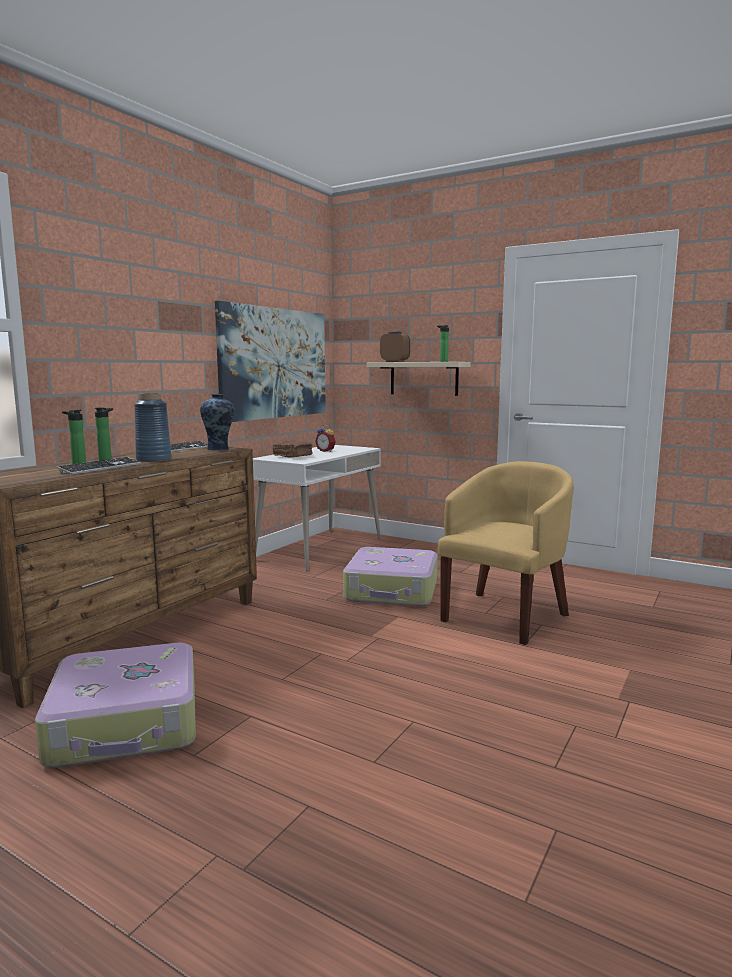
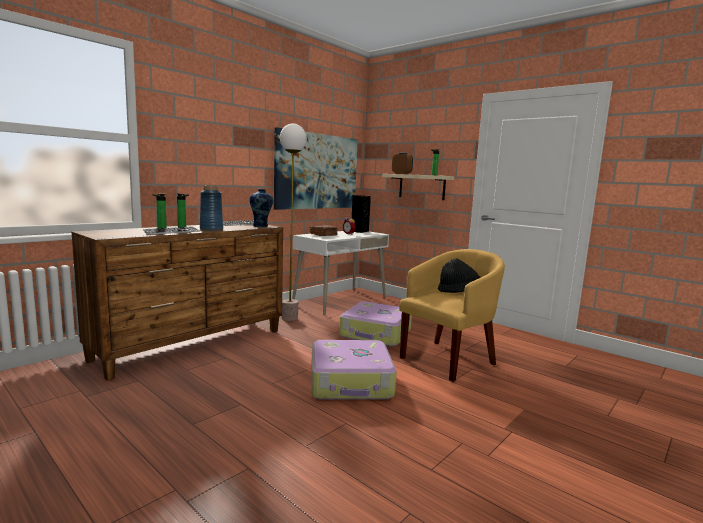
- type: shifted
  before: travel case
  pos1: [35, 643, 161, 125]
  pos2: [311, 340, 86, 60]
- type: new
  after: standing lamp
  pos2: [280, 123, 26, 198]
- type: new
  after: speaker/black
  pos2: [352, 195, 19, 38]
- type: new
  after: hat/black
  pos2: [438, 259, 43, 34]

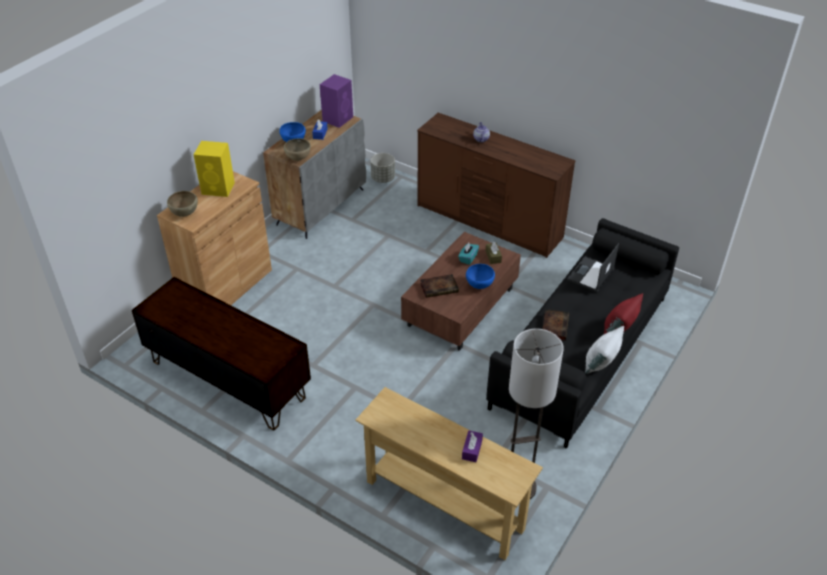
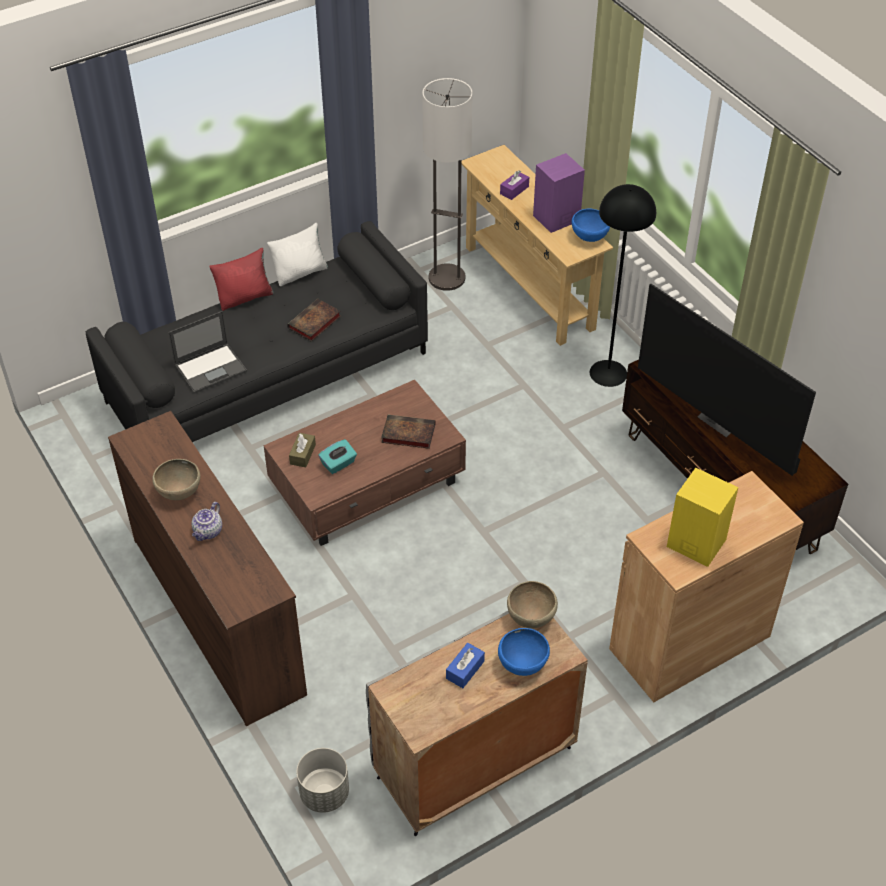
- type: shifted
  before: speaker/purple
  pos1: [320, 74, 33, 54]
  pos2: [533, 153, 52, 80]
- type: shifted
  before: deep dish/brown-coloured
  pos1: [167, 191, 31, 26]
  pos2: [152, 459, 48, 41]
- type: shifted
  before: deep dish/blue-coloured
  pos1: [466, 264, 29, 25]
  pos2: [572, 208, 38, 34]
- type: new
  after: standing lamp/black
  pos2: [590, 184, 66, 203]
- type: new
  after: television
  pos2: [638, 283, 178, 193]

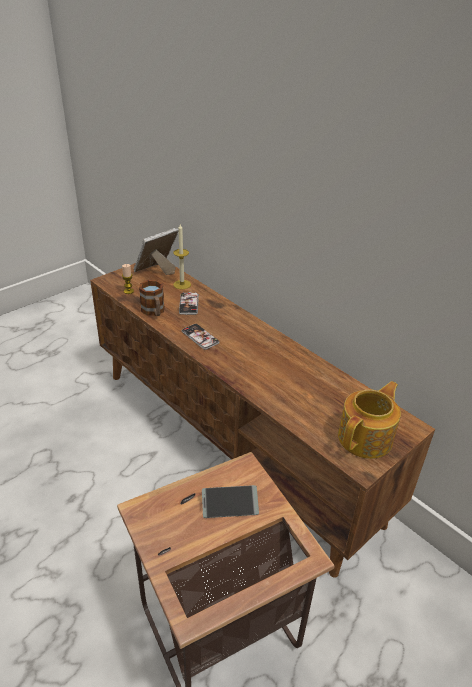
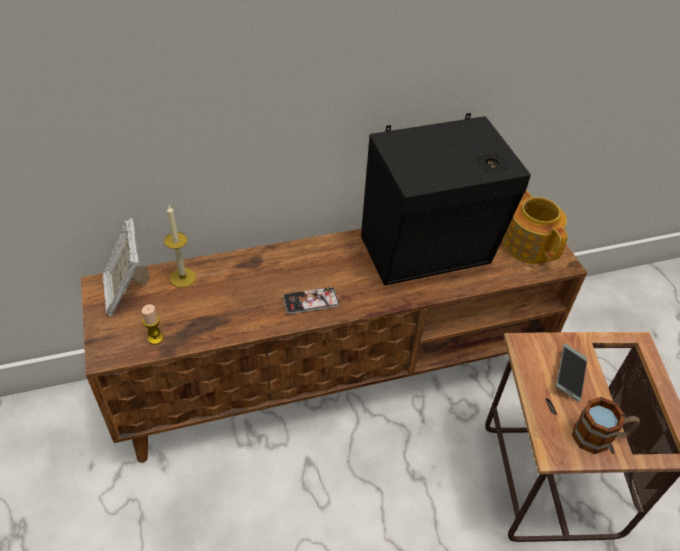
- type: shifted
  before: mug
  pos1: [139, 280, 26, 36]
  pos2: [572, 397, 68, 57]
- type: gone
  before: handset
  pos1: [179, 292, 20, 23]
- type: new
  after: speaker/black
  pos2: [361, 113, 170, 173]

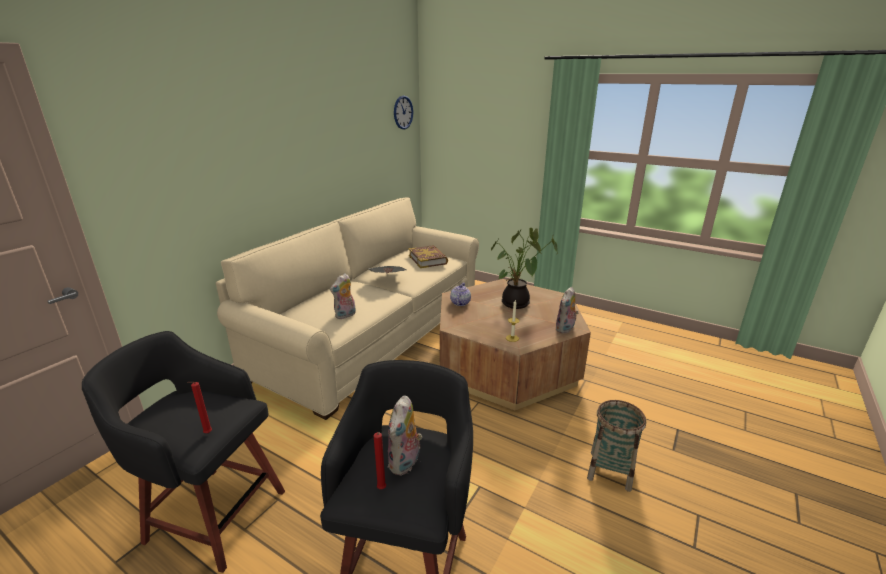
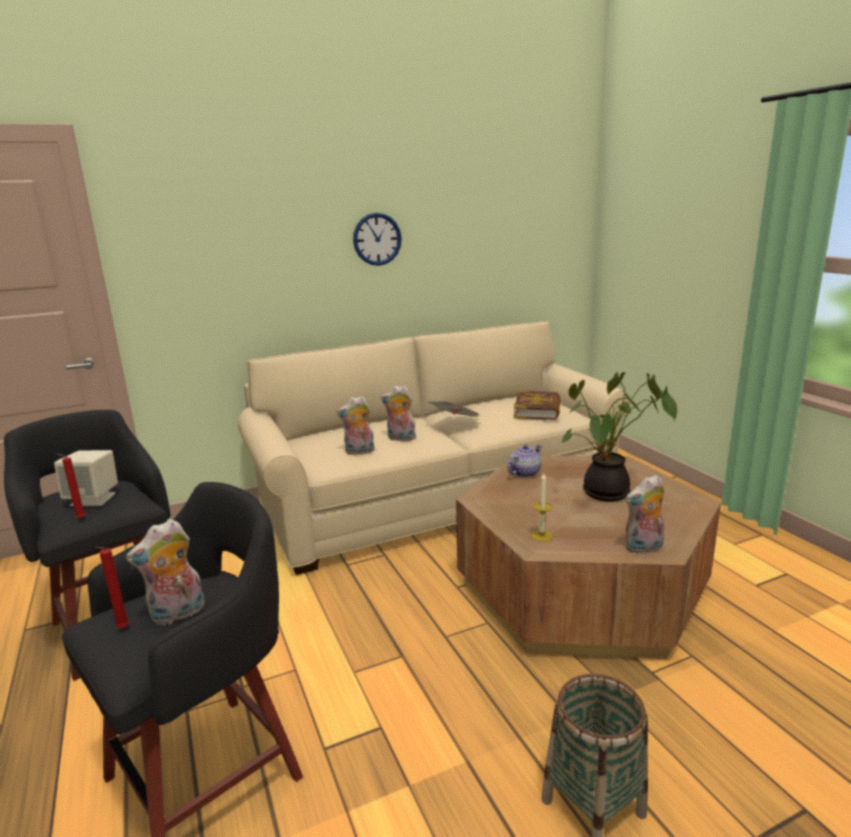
- type: shifted
  before: hanging clock
  pos1: [394, 95, 19, 34]
  pos2: [353, 213, 49, 53]
- type: new
  after: plush toy
  pos2: [381, 385, 35, 56]
- type: new
  after: speaker/beige
  pos2: [54, 450, 64, 57]

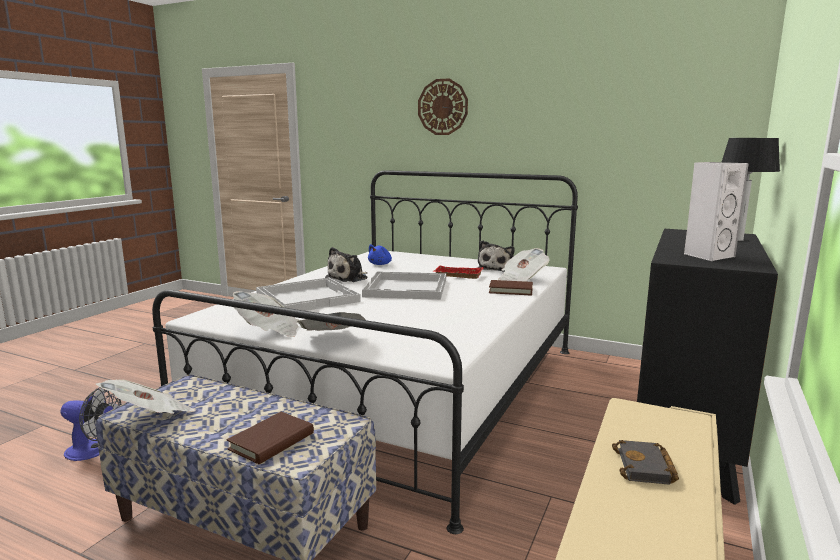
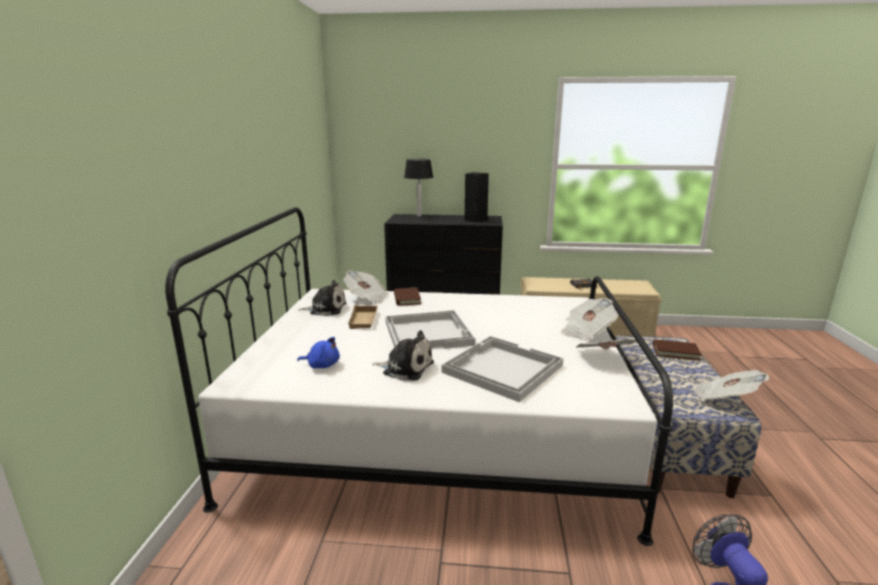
- type: gone
  before: hanging clock
  pos1: [418, 78, 50, 57]
- type: repainted
  before: speaker/white-coloured
  after: speaker/black
  pos1: [684, 162, 65, 99]
  pos2: [464, 172, 25, 50]
- type: repainted
  before: serving tray/red-coloured
  after: serving tray/beige
  pos1: [433, 266, 51, 13]
  pos2: [348, 305, 30, 24]

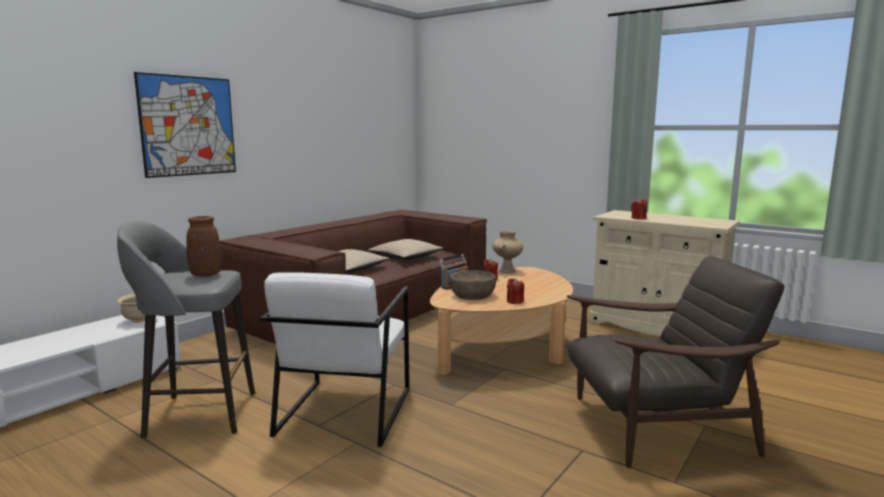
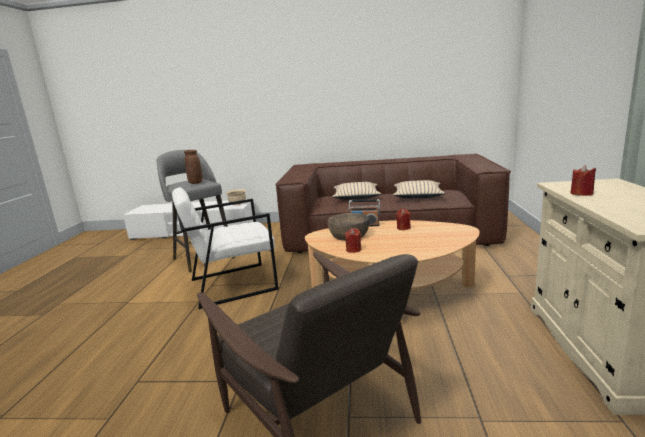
- type: gone
  before: wall picture
  pos1: [134, 72, 102, 106]
- type: gone
  before: vase/beige
  pos1: [492, 231, 31, 42]

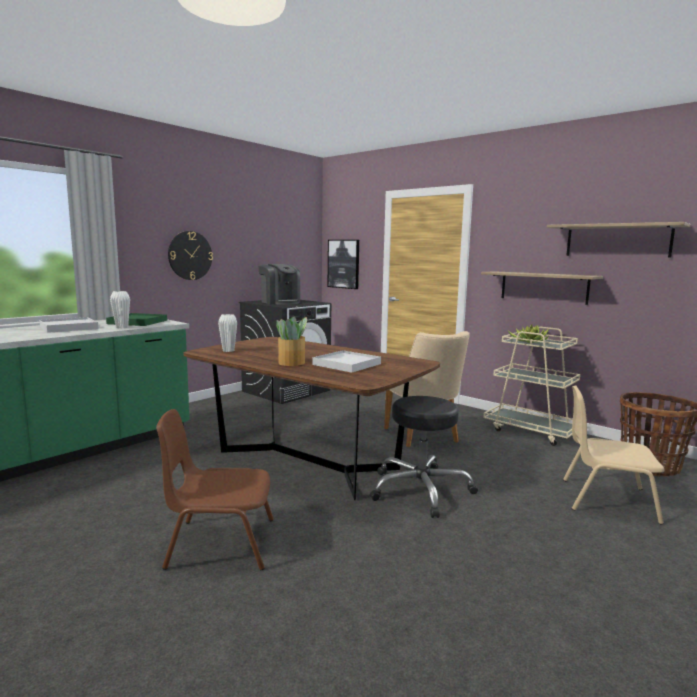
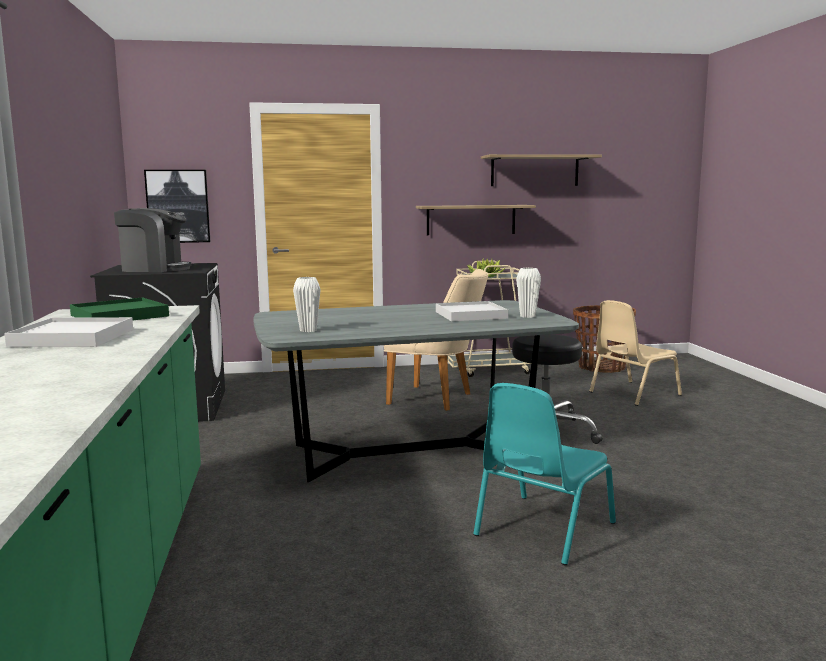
- type: gone
  before: hanging clock
  pos1: [168, 231, 45, 49]
- type: shifted
  before: vase/white-coloured
  pos1: [110, 291, 20, 38]
  pos2: [516, 268, 25, 50]
- type: gone
  before: houseplant
  pos1: [276, 316, 31, 50]
- type: repainted
  before: kitchen table/brown-coloured
  after: kitchen table/greyish
  pos1: [184, 337, 256, 163]
  pos2: [253, 300, 326, 182]
- type: repainted
  before: plain chair/brown-coloured
  after: plain chair/turquoise
  pos1: [156, 409, 118, 161]
  pos2: [473, 383, 143, 182]

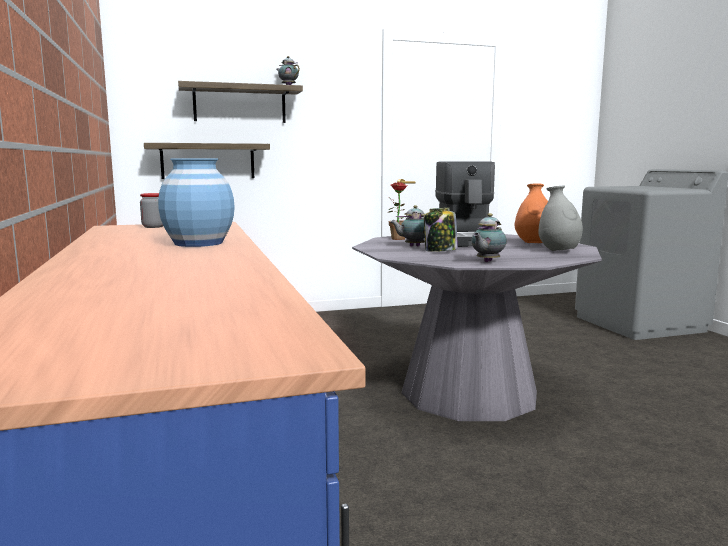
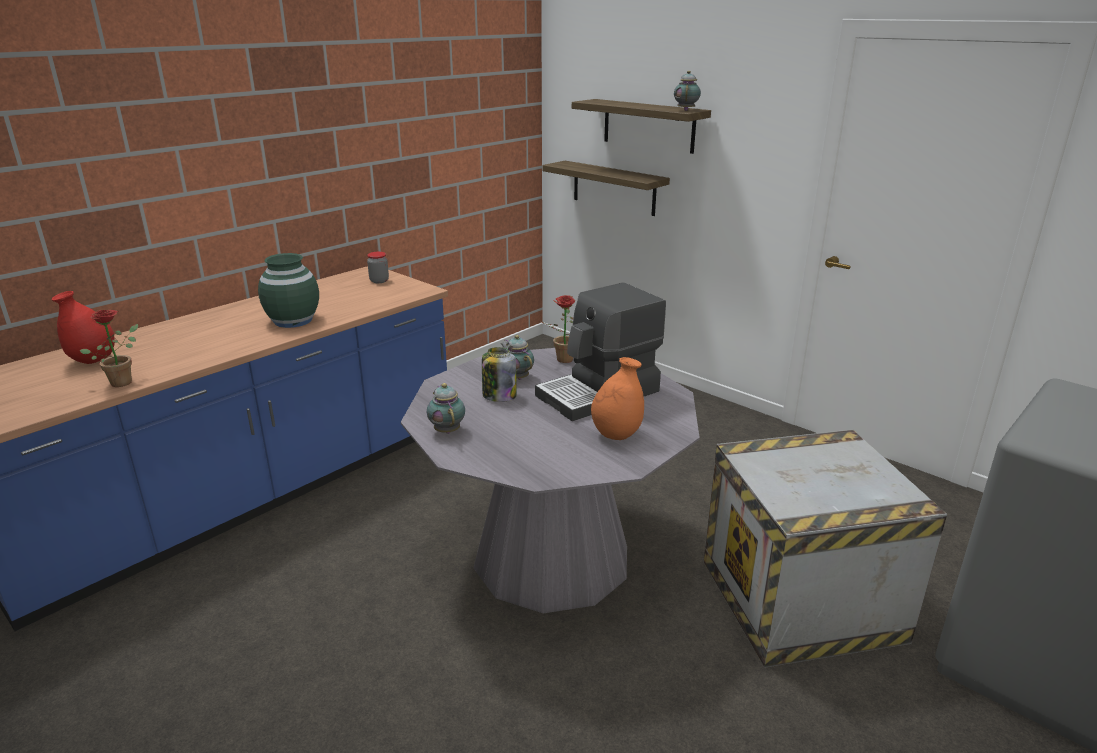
- type: repainted
  before: vase/blue-coloured
  after: vase/greenish
  pos1: [158, 159, 77, 88]
  pos2: [258, 253, 61, 75]
- type: gone
  before: vase/greyish
  pos1: [538, 186, 45, 65]
- type: rotated
  before: tea pot
  pos1: [471, 213, 36, 49]
  pos2: [427, 383, 38, 51]
  turn: 60
- type: new
  after: vase/red-coloured
  pos2: [52, 291, 63, 73]
- type: new
  after: houseplant
  pos2: [80, 310, 58, 77]
- type: new
  after: packing crate
  pos2: [704, 429, 243, 239]

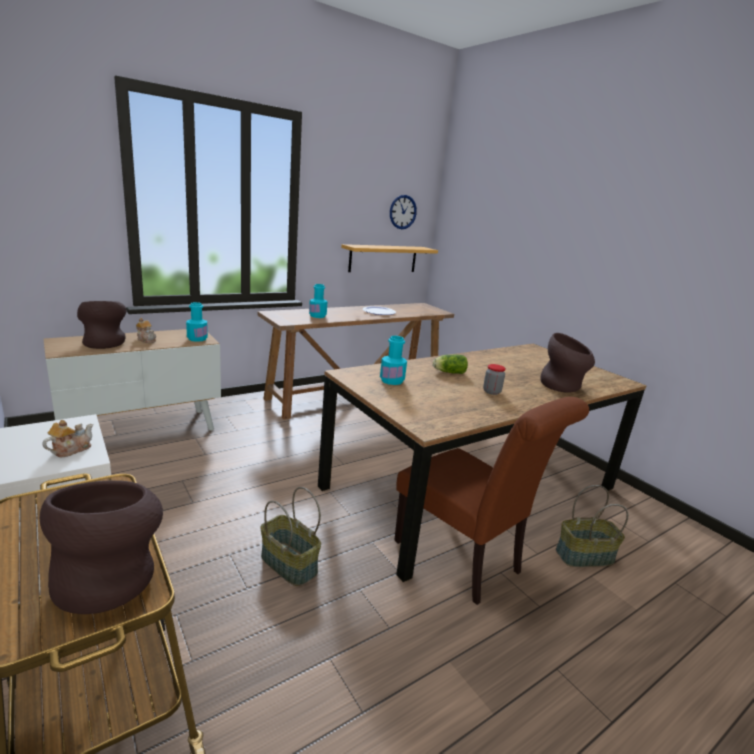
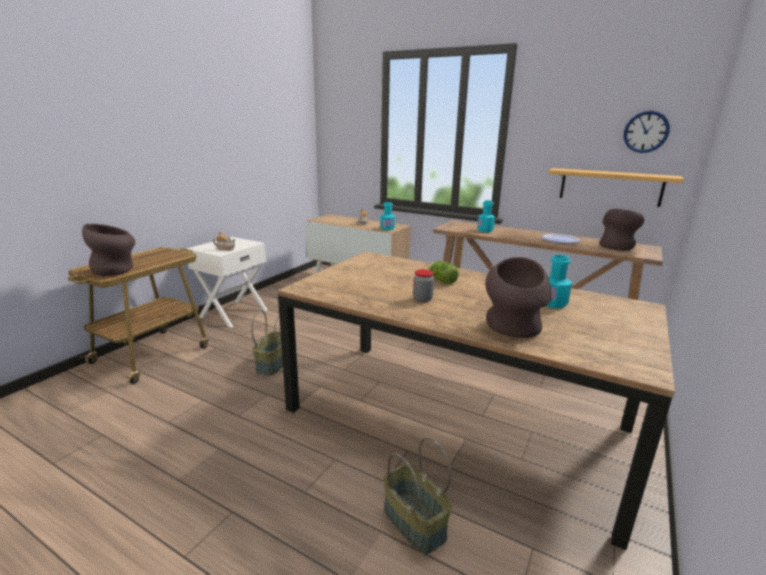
- type: shifted
  before: vase/brown-coloured
  pos1: [77, 301, 49, 48]
  pos2: [599, 209, 45, 42]
- type: shifted
  before: drink bottle/turquoise
  pos1: [380, 336, 27, 49]
  pos2: [547, 255, 25, 53]
- type: gone
  before: plain chair/brown-coloured
  pos1: [394, 397, 195, 208]

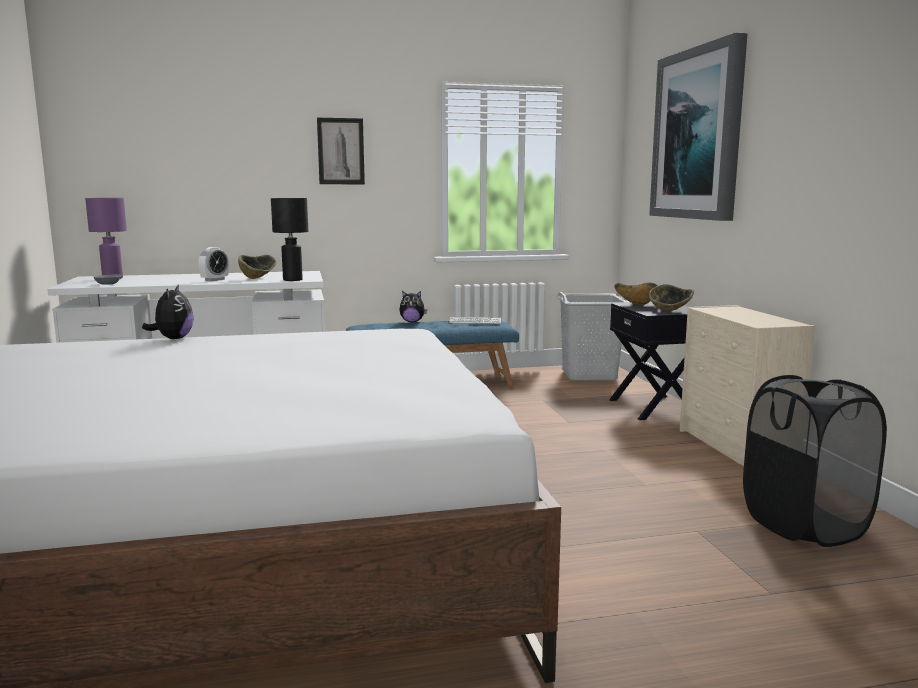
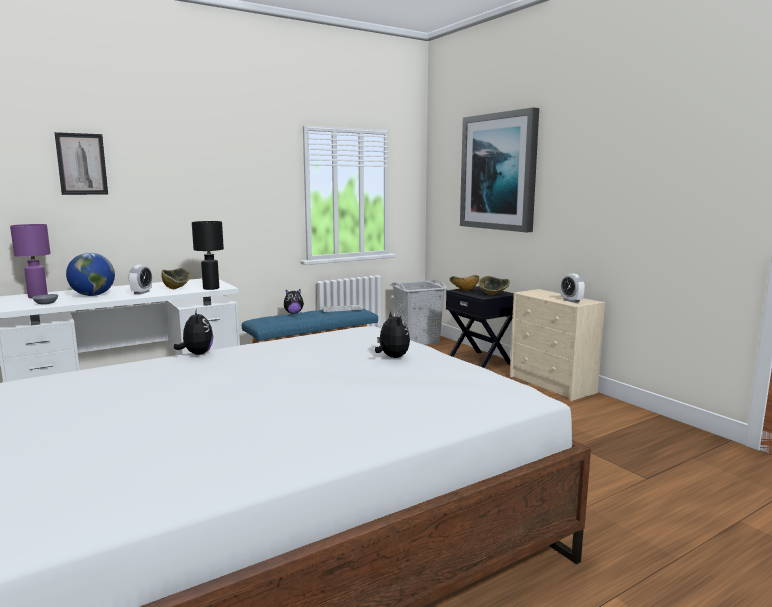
- type: shifted
  before: wall picture
  pos1: [317, 118, 48, 66]
  pos2: [54, 132, 54, 63]
- type: gone
  before: laundry basket/black
  pos1: [743, 375, 144, 172]
- type: new
  after: world globe
  pos2: [66, 253, 49, 43]
- type: new
  after: bedside clock
  pos2: [561, 274, 24, 29]
- type: new
  after: plush toy
  pos2: [375, 311, 35, 47]

